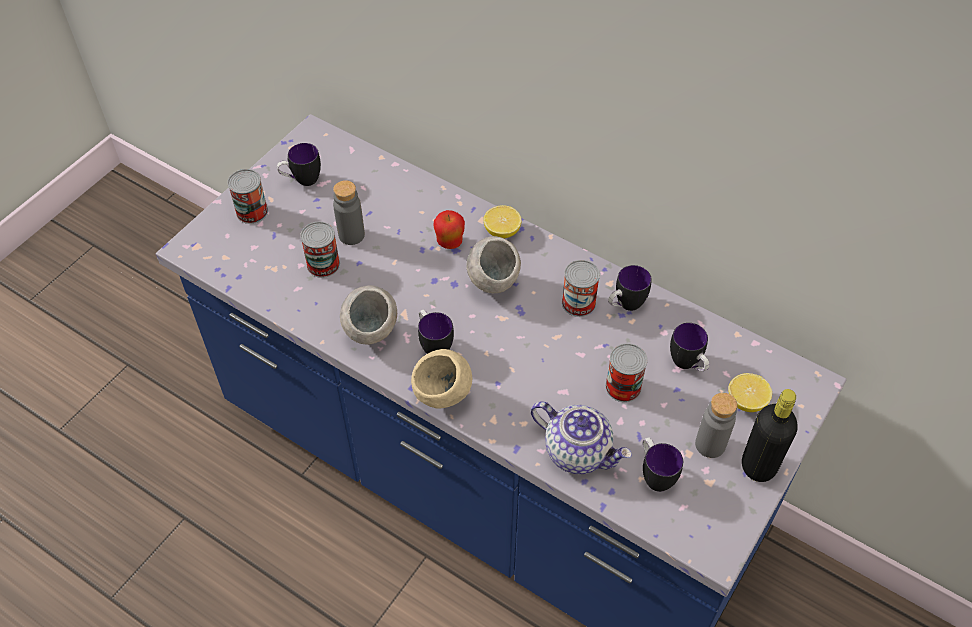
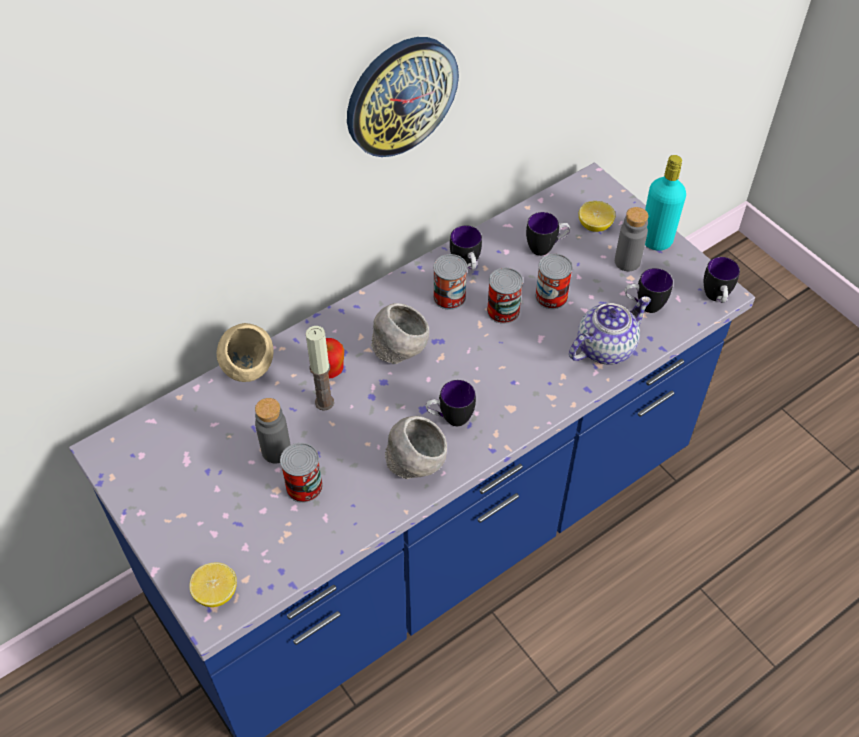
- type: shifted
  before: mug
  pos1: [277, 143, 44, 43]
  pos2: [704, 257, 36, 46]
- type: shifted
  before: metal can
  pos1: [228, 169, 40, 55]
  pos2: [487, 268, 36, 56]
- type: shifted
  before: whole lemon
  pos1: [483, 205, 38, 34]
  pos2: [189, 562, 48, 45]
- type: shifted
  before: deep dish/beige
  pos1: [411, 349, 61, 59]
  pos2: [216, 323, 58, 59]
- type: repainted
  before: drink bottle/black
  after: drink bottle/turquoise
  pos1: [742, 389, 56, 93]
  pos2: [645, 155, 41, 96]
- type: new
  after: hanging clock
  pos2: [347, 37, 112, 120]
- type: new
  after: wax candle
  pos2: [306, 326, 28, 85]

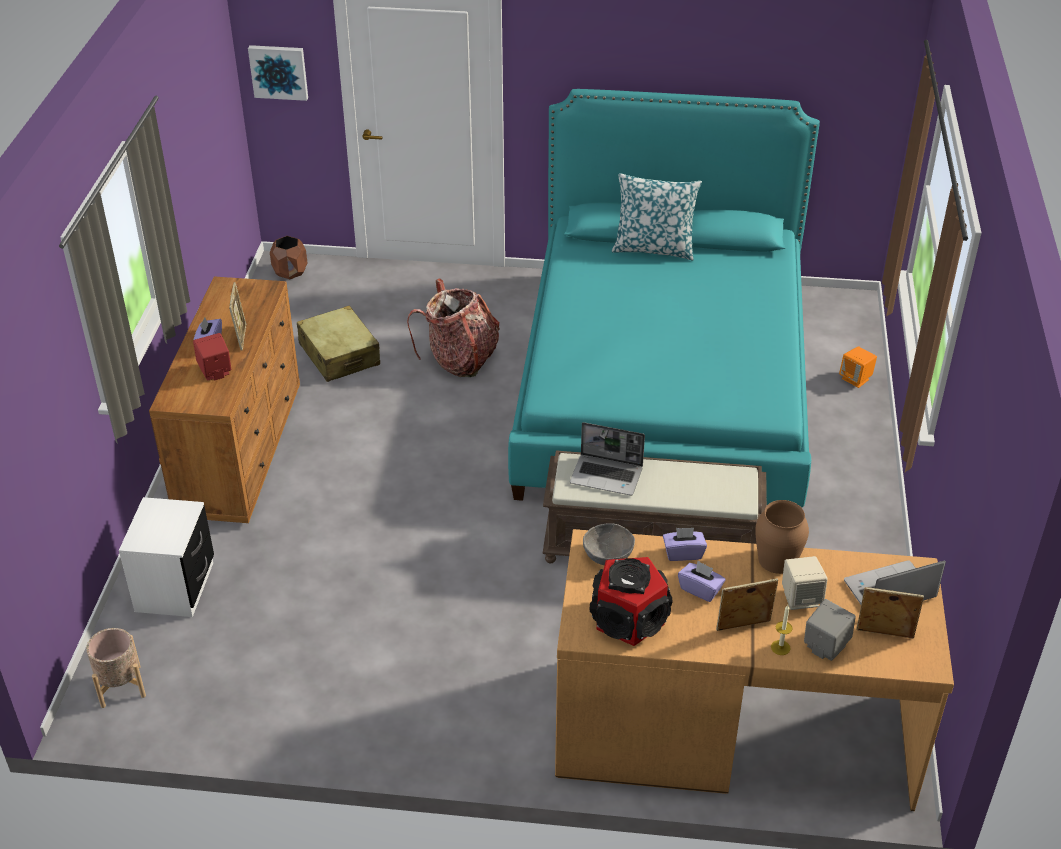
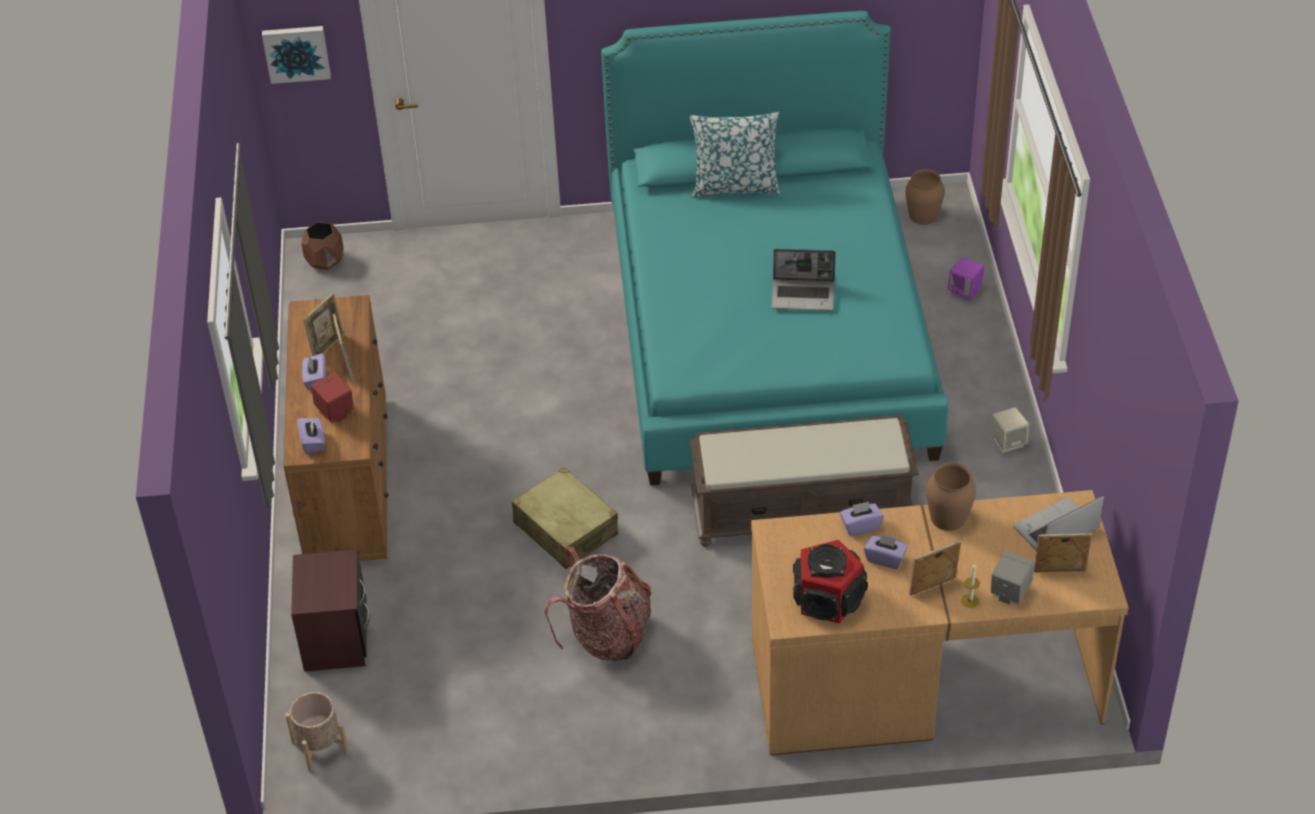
- type: shifted
  before: backpack
  pos1: [407, 278, 93, 99]
  pos2: [545, 546, 107, 116]
- type: shifted
  before: travel case/beige
  pos1: [297, 305, 83, 77]
  pos2: [512, 467, 106, 102]
- type: repainted
  before: speaker/orange-coloured
  after: speaker/purple
  pos1: [839, 346, 38, 42]
  pos2: [948, 257, 36, 44]
- type: shifted
  before: laptop
  pos1: [570, 422, 75, 73]
  pos2: [771, 249, 65, 62]
- type: repainted
  before: night table/white-coloured
  after: night table/brown-coloured
  pos1: [119, 497, 95, 120]
  pos2: [291, 549, 79, 123]
- type: gone
  before: deep dish/greyish
  pos1: [583, 523, 52, 42]
- type: shifted
  before: speaker/beige
  pos1: [782, 556, 46, 54]
  pos2: [991, 407, 38, 46]
- type: new
  after: vase/brown-coloured
  pos2: [905, 169, 40, 56]
- type: new
  after: standing frame
  pos2: [303, 293, 41, 63]
- type: new
  after: tissue box/purple
  pos2: [297, 417, 28, 37]

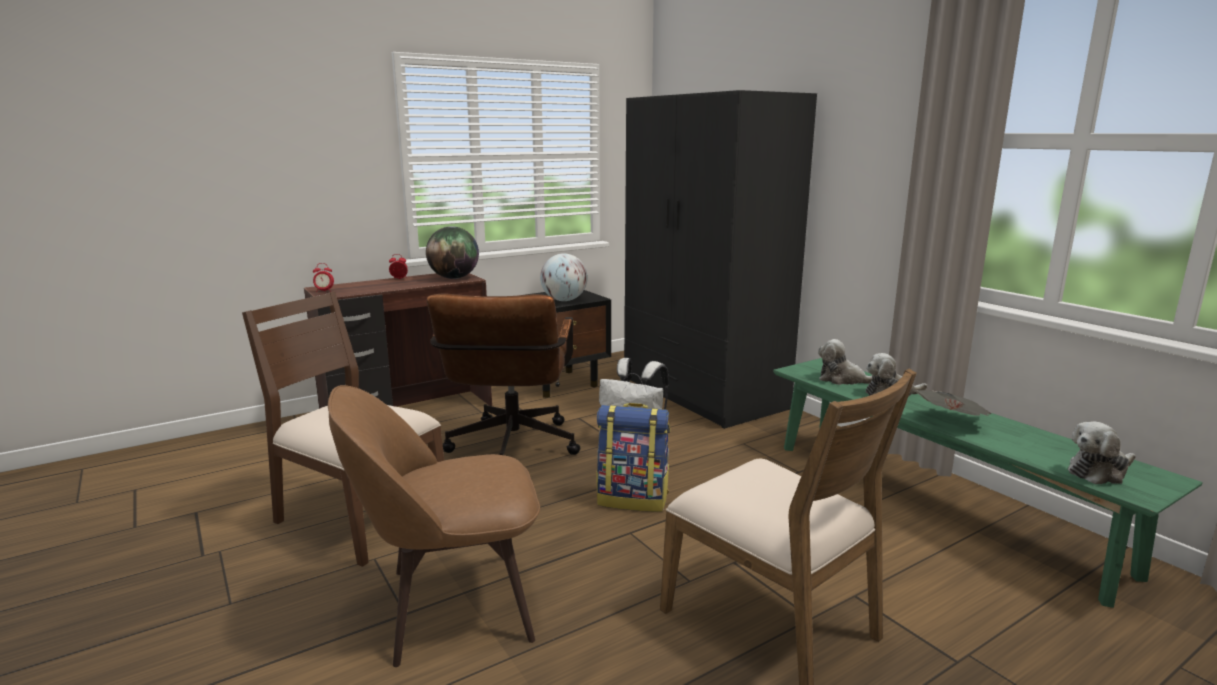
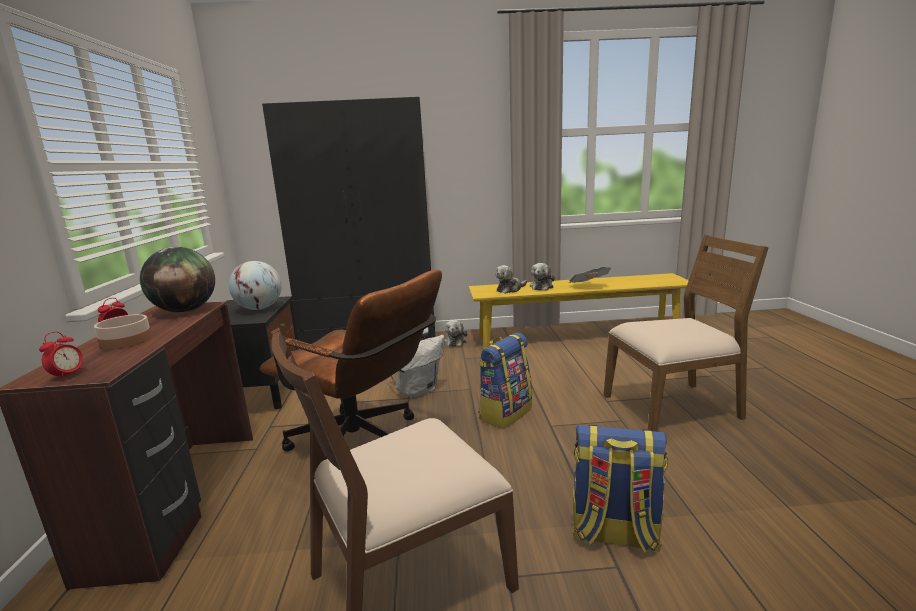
- type: repainted
  before: indoor bench/greenish
  after: indoor bench/yellowish
  pos1: [773, 358, 430, 250]
  pos2: [469, 273, 220, 76]
- type: swapped
  before: plain chair/brown-coloured
  after: backpack
  pos1: [328, 385, 212, 282]
  pos2: [572, 425, 96, 128]
- type: shifted
  before: plush toy
  pos1: [1068, 422, 68, 62]
  pos2: [445, 320, 23, 27]
- type: new
  after: deep dish
  pos2: [94, 314, 58, 35]

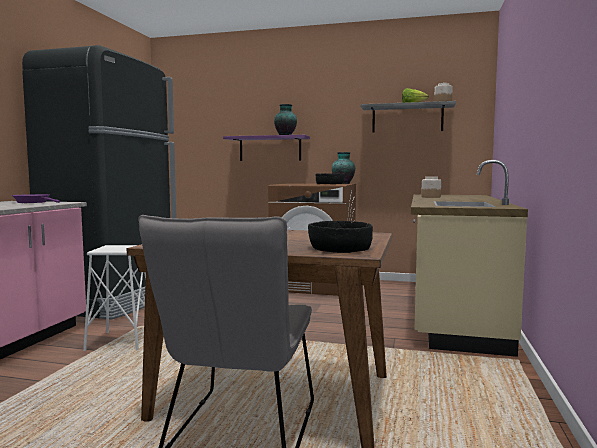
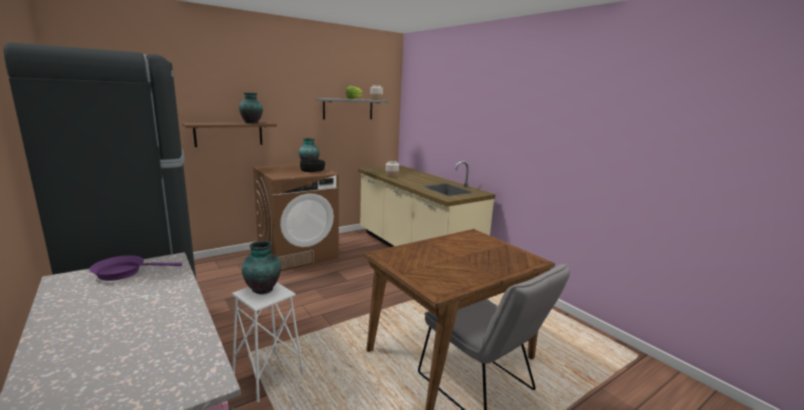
- type: repainted
  before: bracket shelf/purple
  after: bracket shelf/brown-coloured
  pos1: [223, 135, 87, 26]
  pos2: [182, 122, 95, 25]
- type: gone
  before: deep dish/black
  pos1: [308, 221, 65, 32]
- type: new
  after: vase
  pos2: [242, 241, 39, 53]

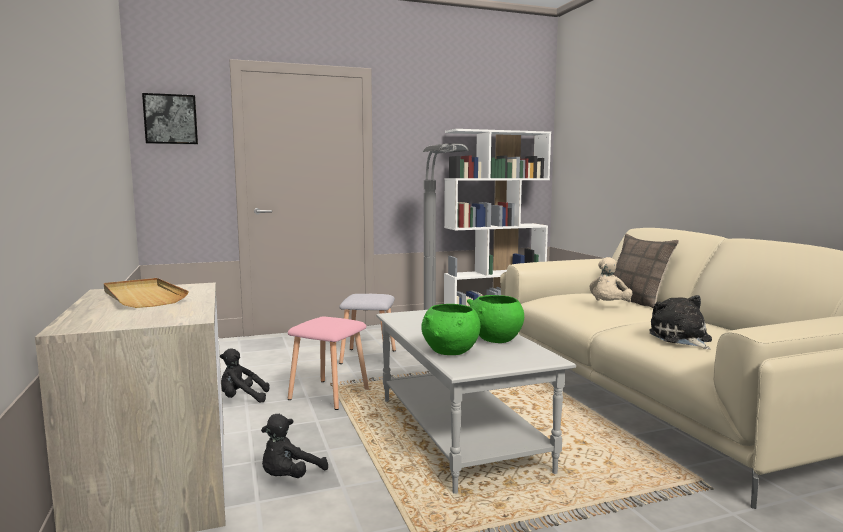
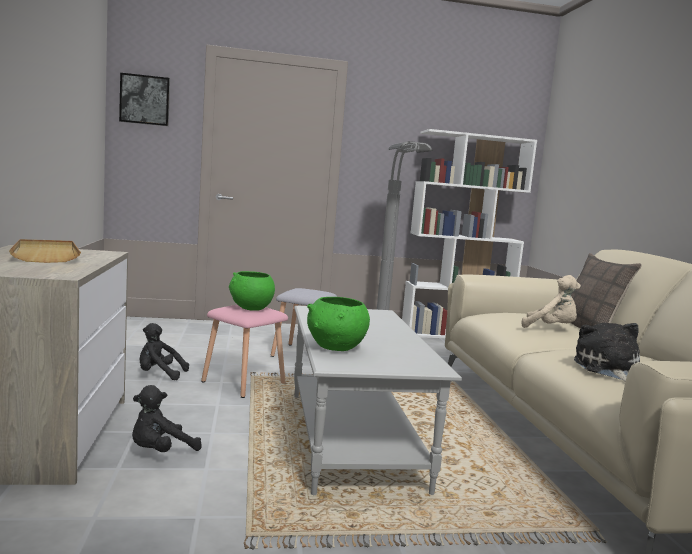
- type: rotated
  before: plush toy/beige
  pos1: [589, 257, 44, 45]
  pos2: [522, 275, 59, 53]
  turn: -105
- type: shifted
  before: deep dish/greenish
  pos1: [467, 295, 57, 48]
  pos2: [229, 271, 46, 40]

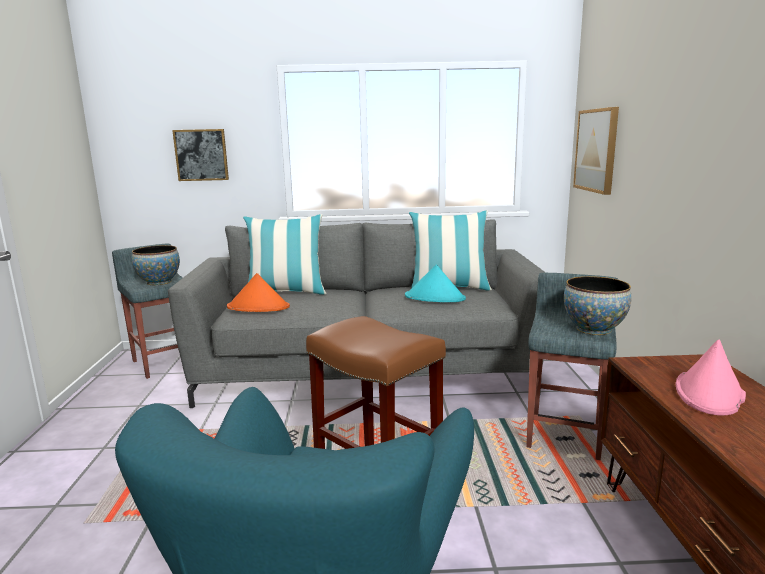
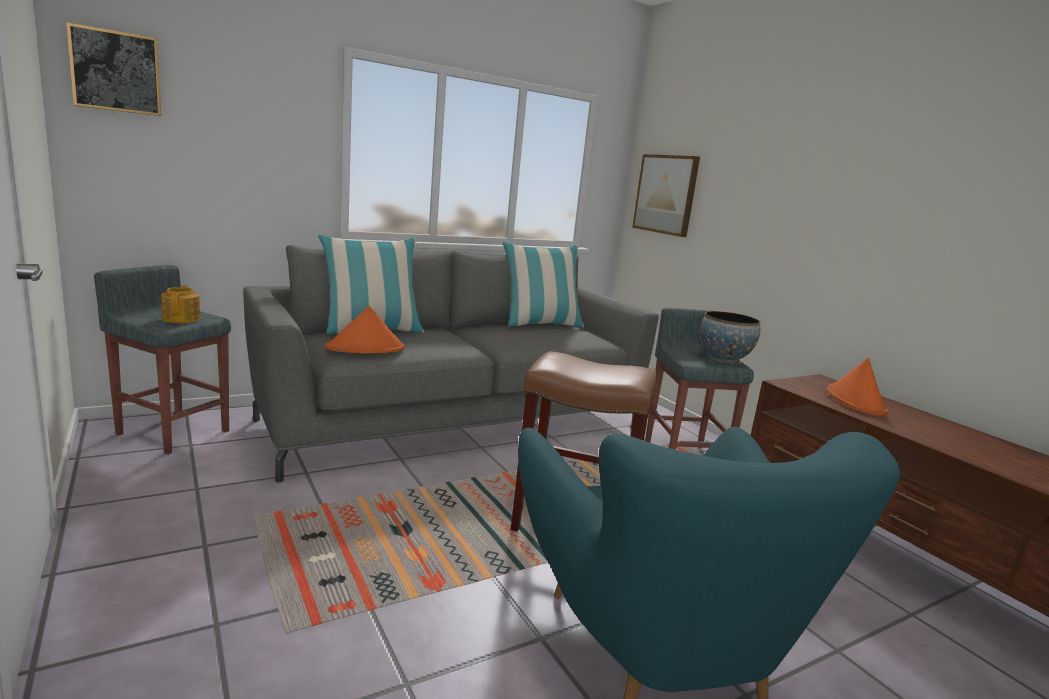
- type: shifted
  before: wall picture
  pos1: [172, 129, 57, 52]
  pos2: [66, 22, 95, 94]
- type: swapped
  before: deep dish
  after: tea pot
  pos1: [132, 245, 48, 40]
  pos2: [161, 285, 39, 38]
- type: gone
  before: hat/turquoise
  pos1: [405, 265, 61, 37]
- type: repainted
  before: hat/pink-coloured
  after: hat/orange-coloured
  pos1: [675, 339, 71, 77]
  pos2: [827, 358, 61, 58]

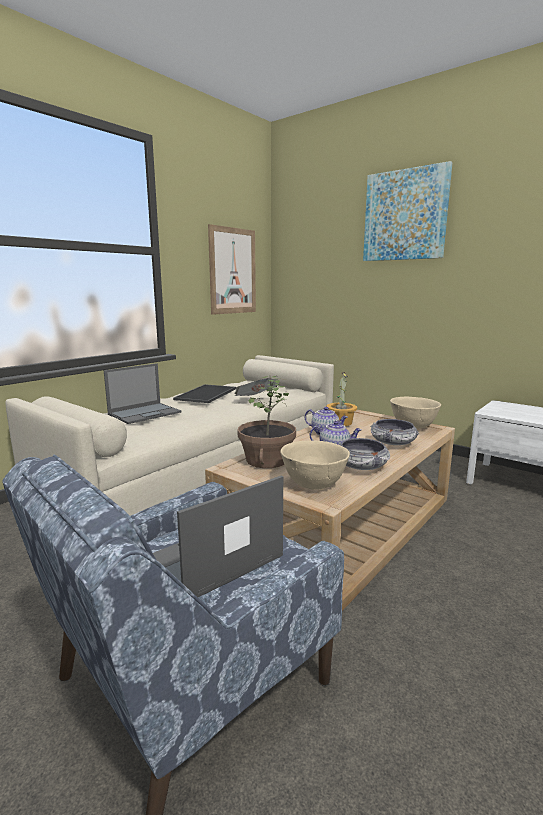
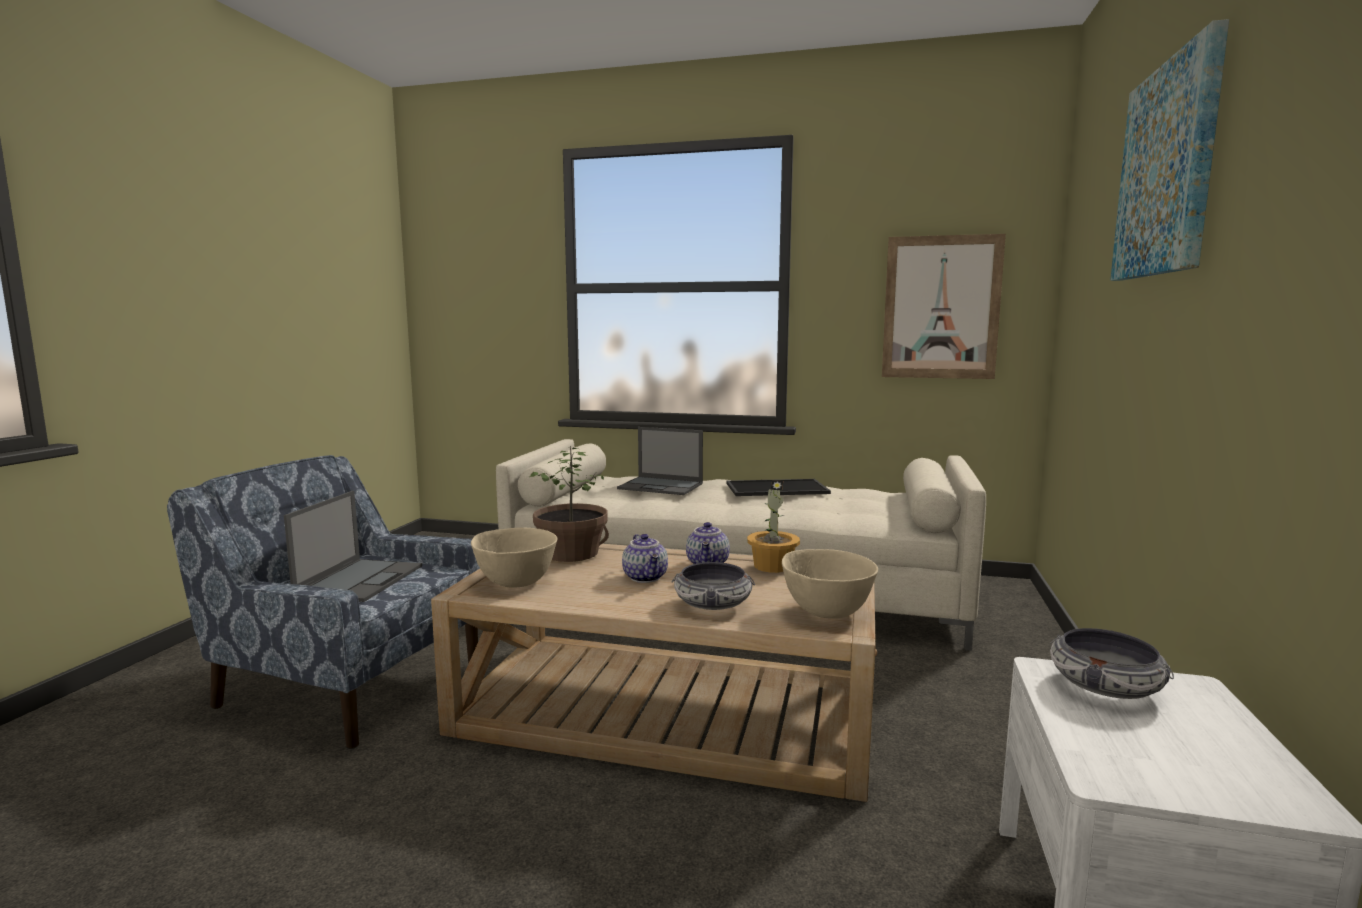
- type: gone
  before: printed paper
  pos1: [235, 378, 43, 18]
- type: shifted
  before: deep dish
  pos1: [340, 438, 50, 32]
  pos2: [1049, 628, 125, 71]
- type: rotated
  before: laptop
  pos1: [153, 475, 130, 122]
  pos2: [284, 491, 138, 111]
  turn: 75

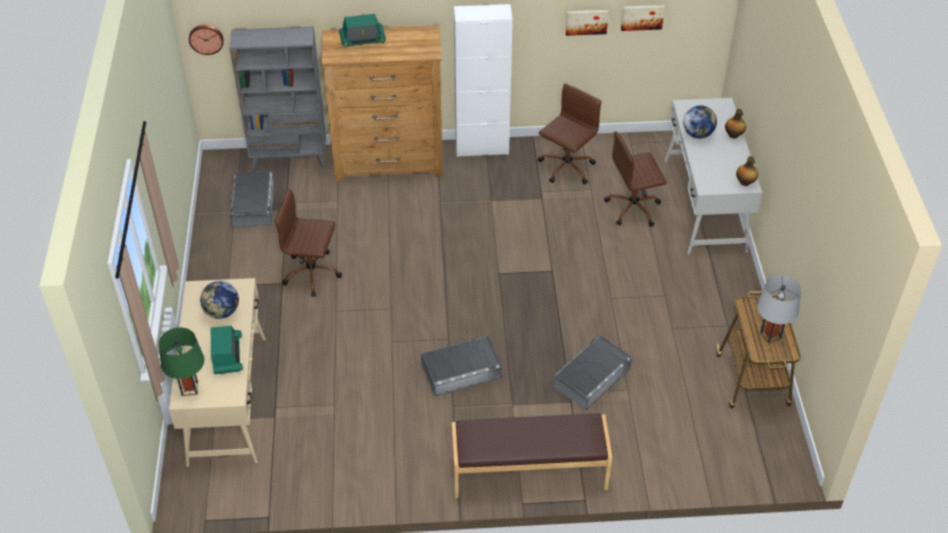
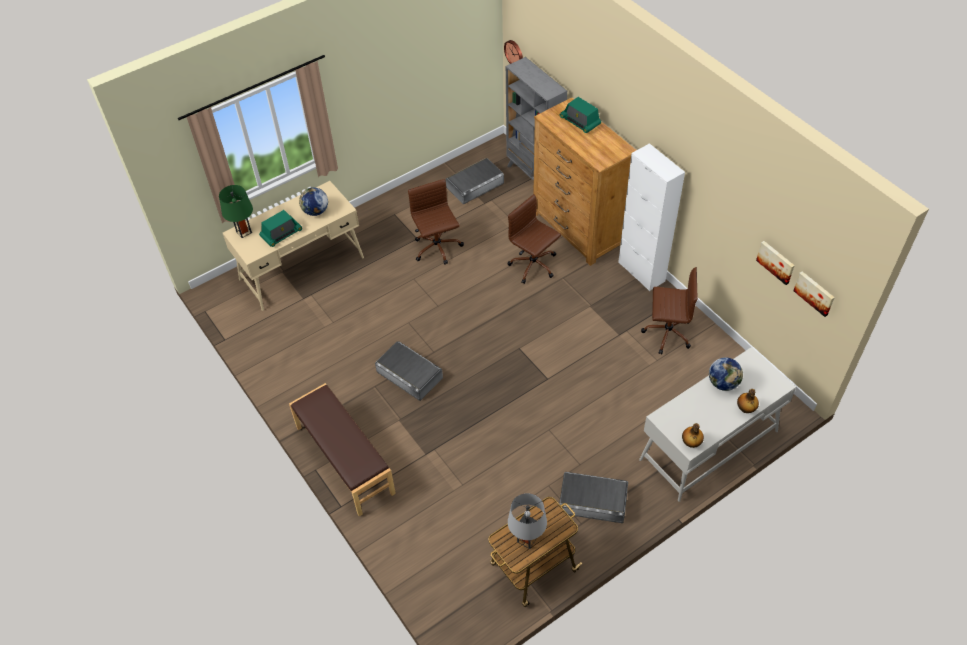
- type: shifted
  before: wall picture
  pos1: [566, 10, 43, 26]
  pos2: [793, 271, 42, 46]
- type: shifted
  before: desk chair/brown-coloured
  pos1: [604, 131, 63, 96]
  pos2: [508, 194, 53, 90]
- type: shifted
  before: storage container/greyish
  pos1: [553, 336, 79, 74]
  pos2: [559, 472, 69, 51]

